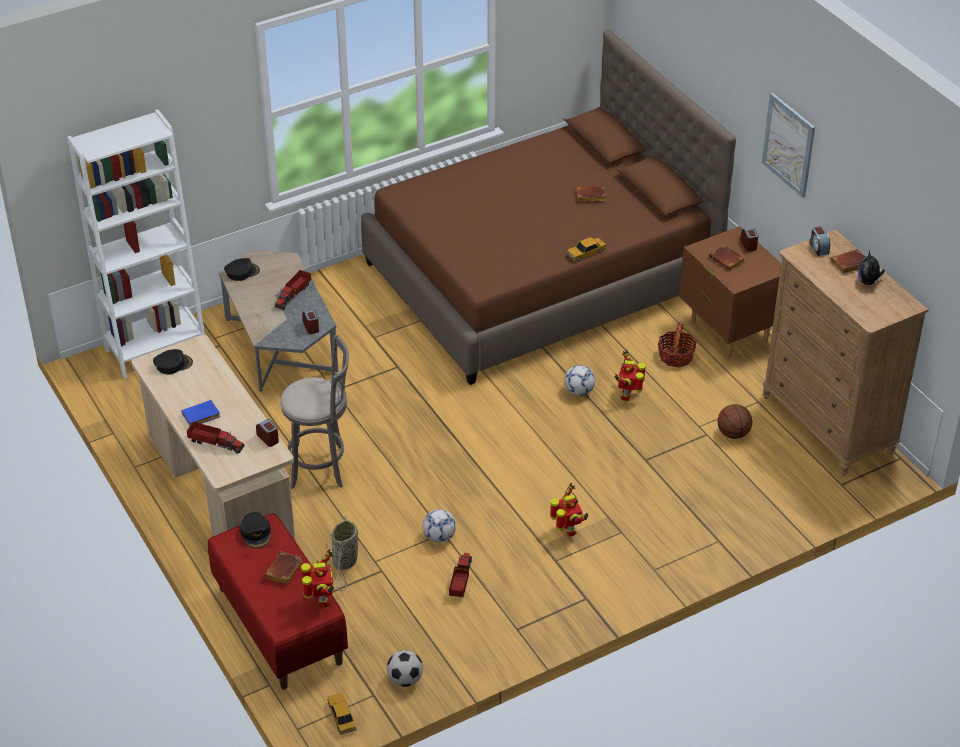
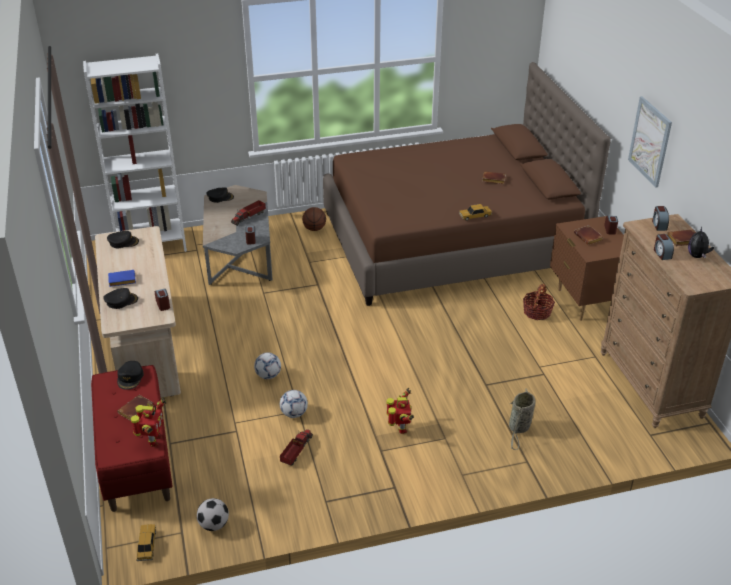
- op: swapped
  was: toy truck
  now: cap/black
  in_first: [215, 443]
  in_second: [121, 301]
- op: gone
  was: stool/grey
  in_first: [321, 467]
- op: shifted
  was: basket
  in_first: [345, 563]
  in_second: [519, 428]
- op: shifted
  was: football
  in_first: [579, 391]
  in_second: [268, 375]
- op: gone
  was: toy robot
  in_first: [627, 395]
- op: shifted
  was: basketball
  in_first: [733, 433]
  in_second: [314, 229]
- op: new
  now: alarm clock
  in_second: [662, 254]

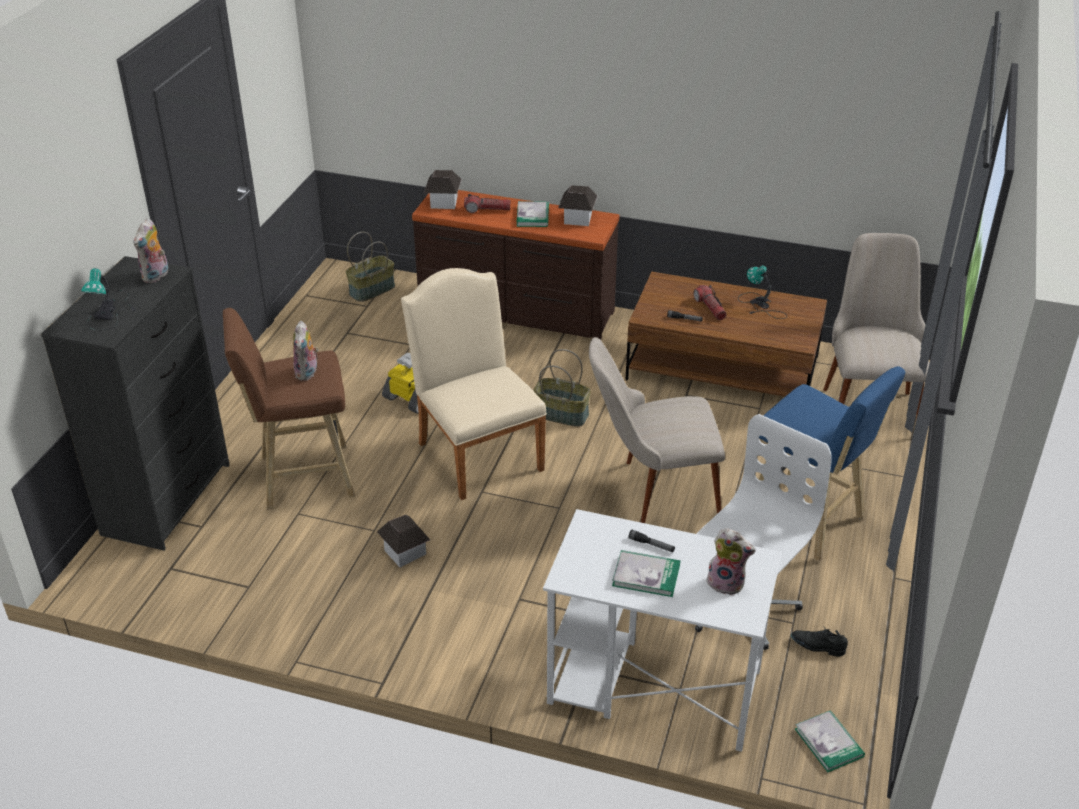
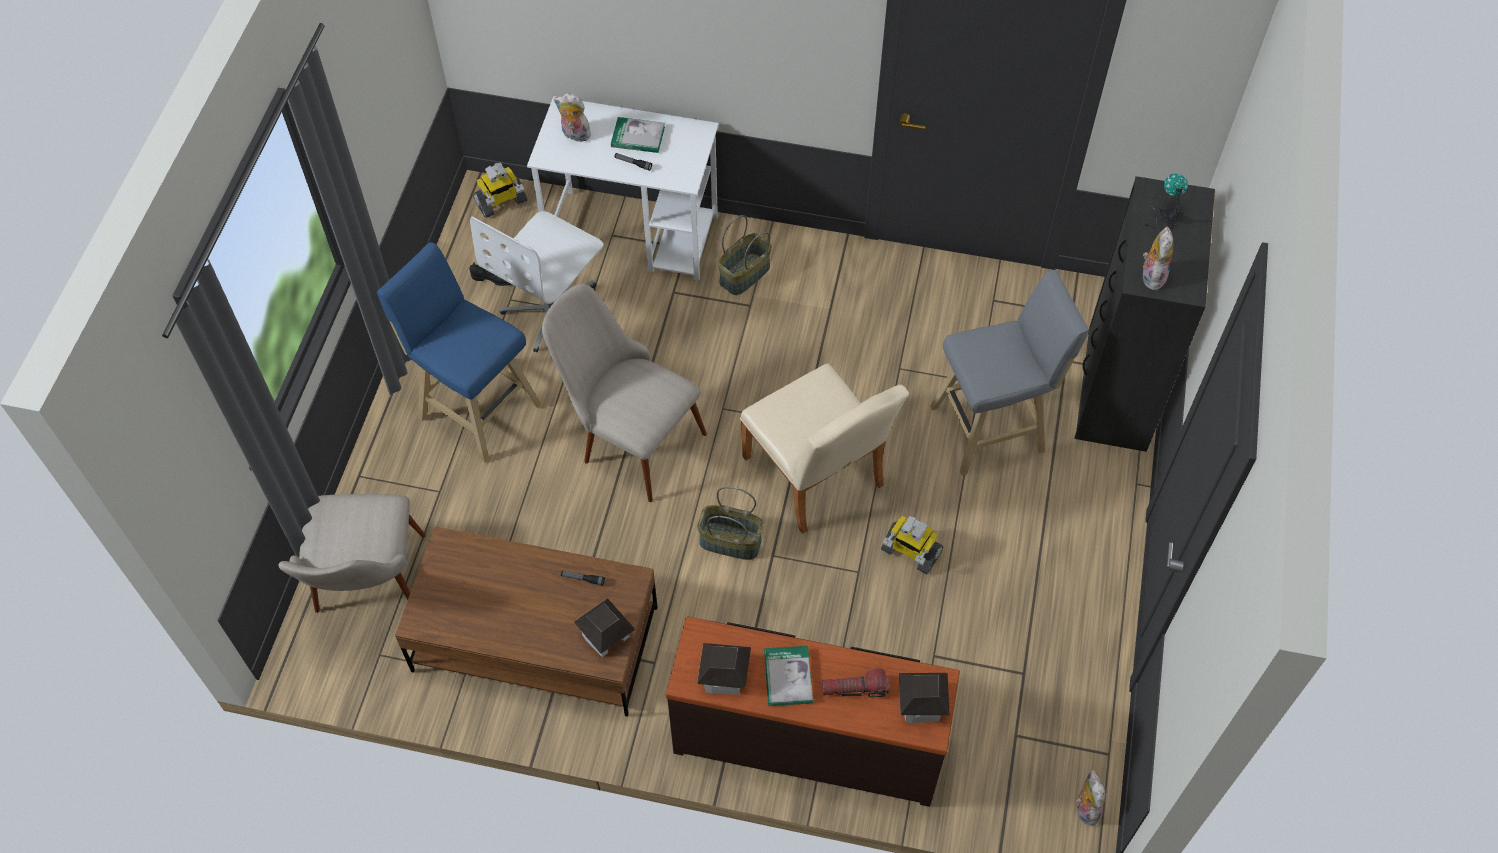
- op: repainted
  was: stool/brown
  now: stool/grey
  in_first: [301, 477]
  in_second: [993, 428]
- op: shifted
  was: plush toy
  in_first: [308, 373]
  in_second: [1085, 808]
- op: shifted
  was: basket
  in_first: [372, 290]
  in_second: [745, 275]
- op: shifted
  was: toy house
  in_first: [405, 552]
  in_second: [606, 636]
- op: rotated
  was: chair/beige
  in_first: [652, 490]
  in_second: [628, 437]
  clockwise: -135
- op: gone
  was: flashlight
  in_first: [710, 308]
- op: gone
  was: table lamp
  in_first: [760, 305]
- op: swapped
  was: book
  now: toy robot
  in_first: [829, 743]
  in_second: [501, 202]

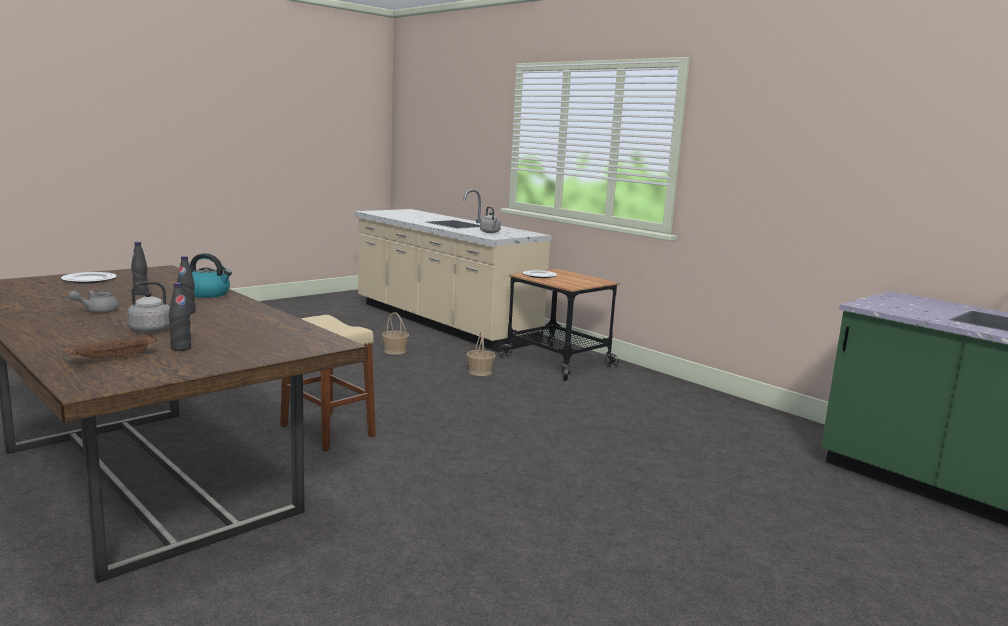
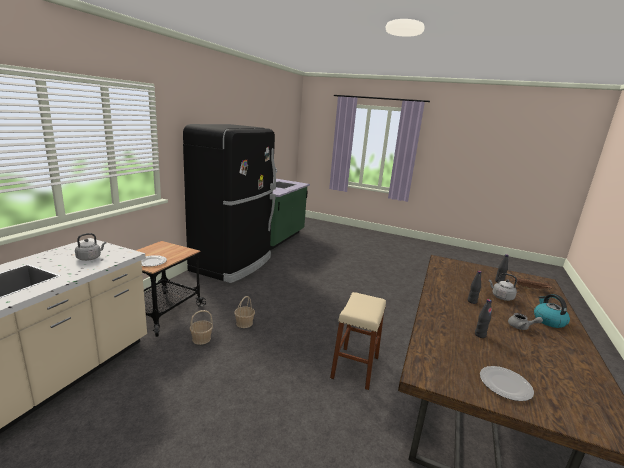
- op: shifted
  was: kettle
  in_first: [208, 294]
  in_second: [548, 320]
- op: shifted
  was: basket
  in_first: [395, 351]
  in_second: [244, 323]
- op: new
  now: fridge/black
  in_second: [233, 264]

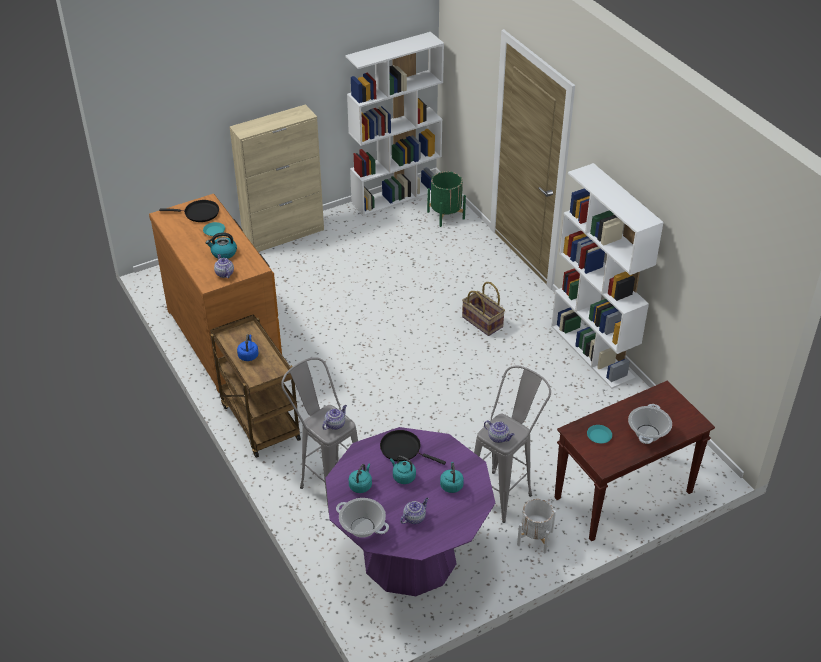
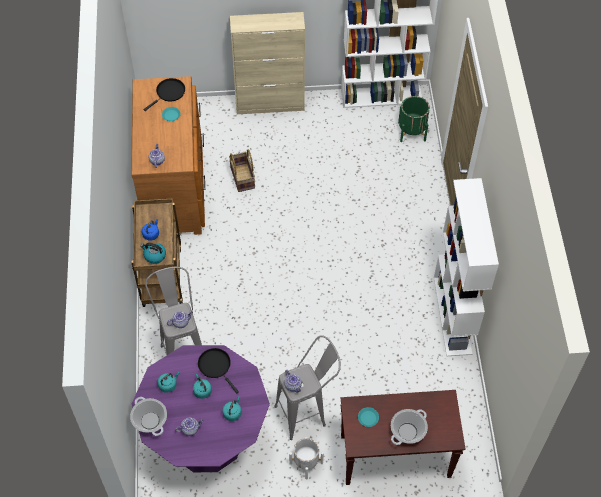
- op: rotated
  was: frying pan/black
  in_first: [199, 213]
  in_second: [169, 93]
  clockwise: -75
- op: shifted
  was: kettle
  in_first: [223, 253]
  in_second: [154, 256]
- op: shifted
  was: basket
  in_first: [483, 322]
  in_second: [243, 178]

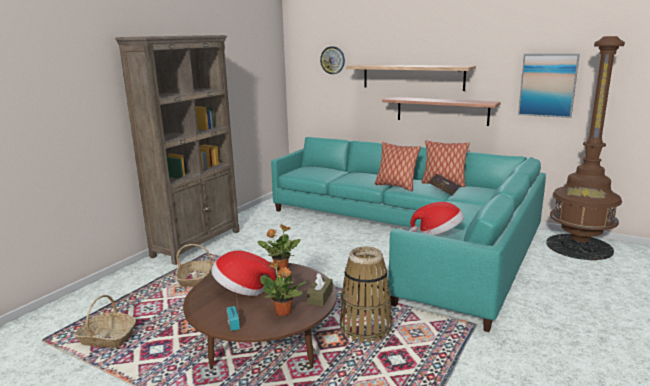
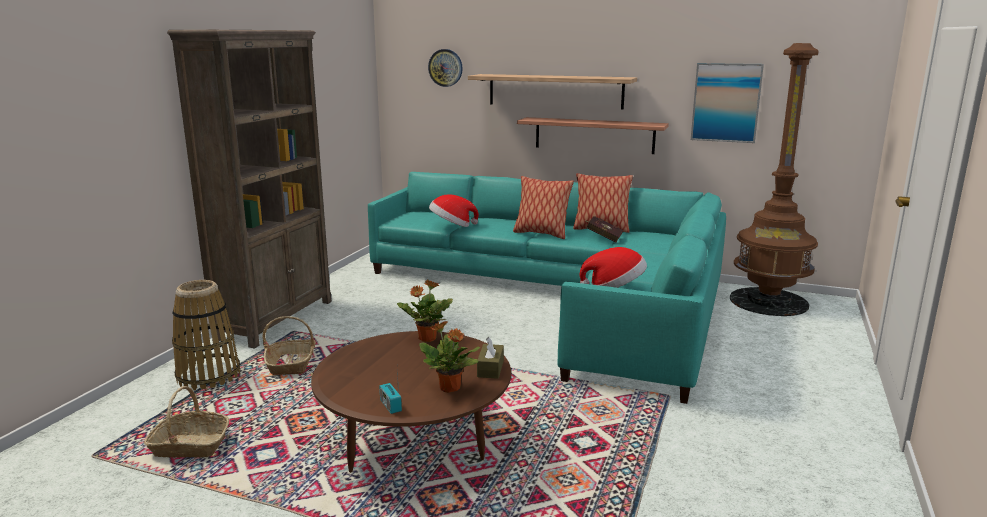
- op: shifted
  was: hat
  in_first: [242, 290]
  in_second: [452, 226]
- op: shifted
  was: basket
  in_first: [365, 327]
  in_second: [209, 375]

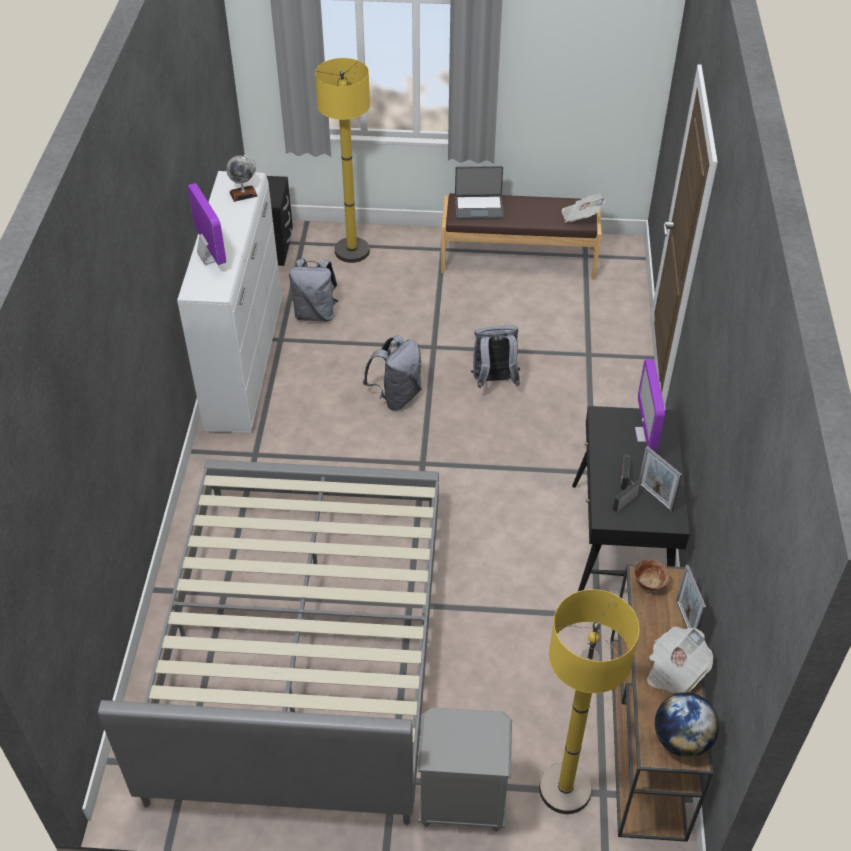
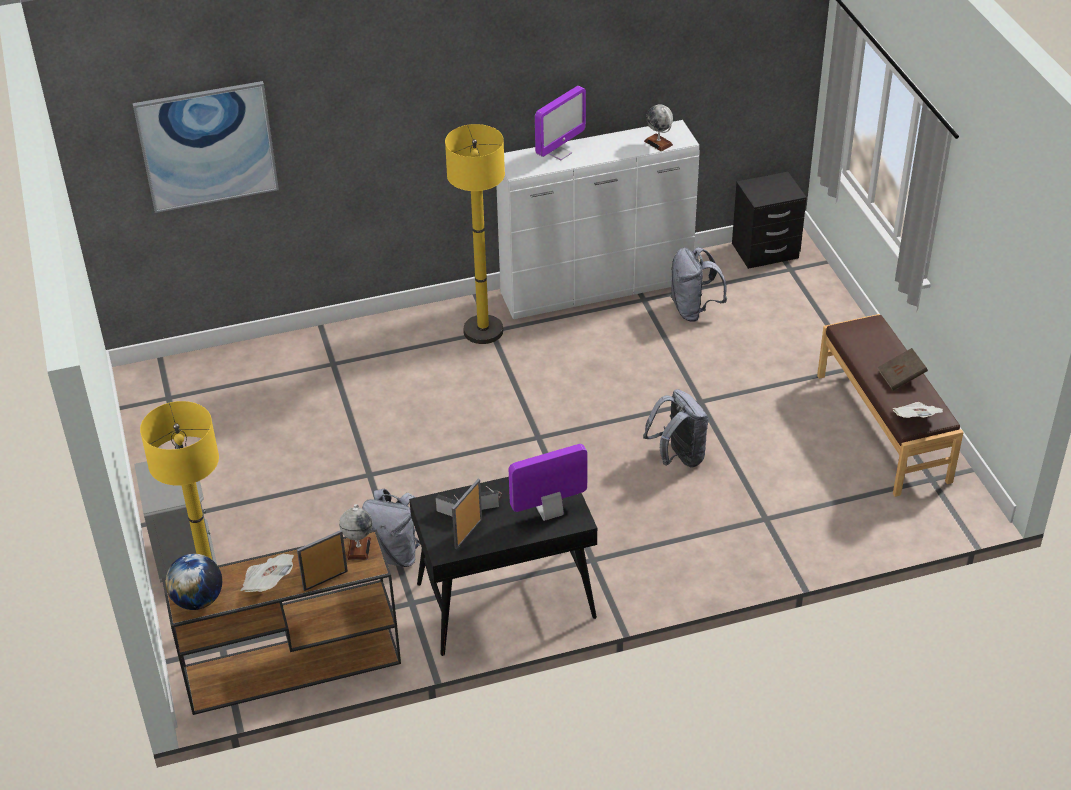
- op: gone
  was: bed/grey
  in_first: [301, 646]
- op: shifted
  was: floor lamp/yellow
  in_first: [352, 251]
  in_second: [483, 331]
- op: shifted
  was: backpack/grey
  in_first: [397, 396]
  in_second: [395, 554]
- op: gone
  was: laptop
  in_first: [479, 207]
- op: swapped
  was: bowl
  now: globe
  in_first: [649, 583]
  in_second: [359, 548]
- op: new
  now: picture
  in_second: [207, 146]
- op: new
  now: book/brown
  in_second: [901, 377]

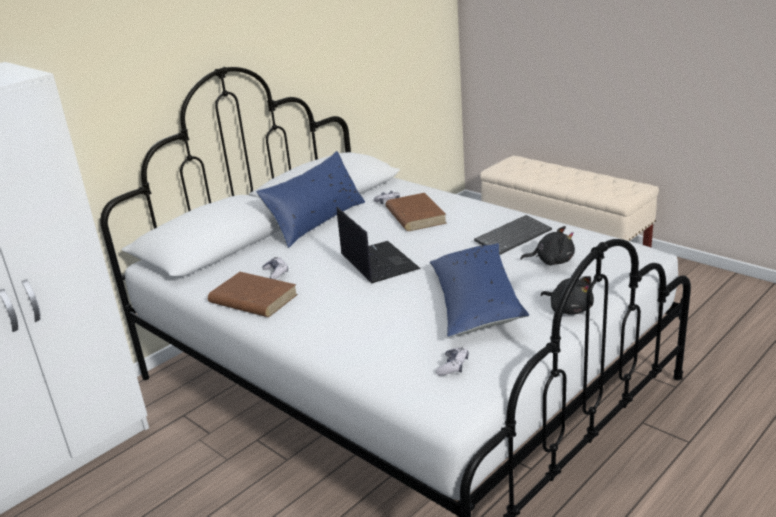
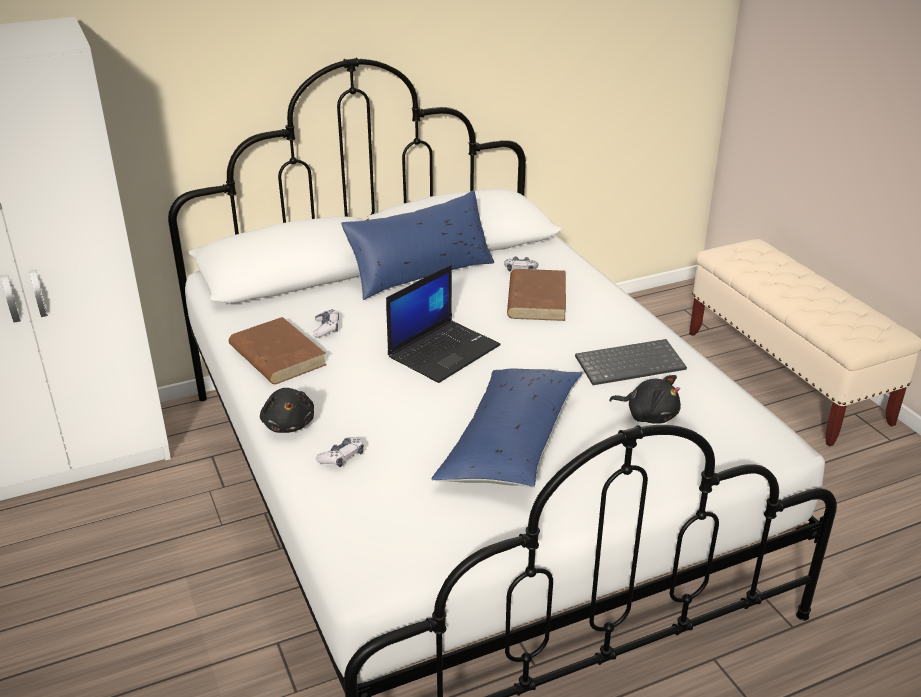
- op: rotated
  was: laptop
  in_first: [378, 262]
  in_second: [444, 351]
  clockwise: 45
- op: shifted
  was: game controller
  in_first: [453, 366]
  in_second: [342, 457]
- op: shifted
  was: plush toy/black
  in_first: [569, 309]
  in_second: [288, 424]

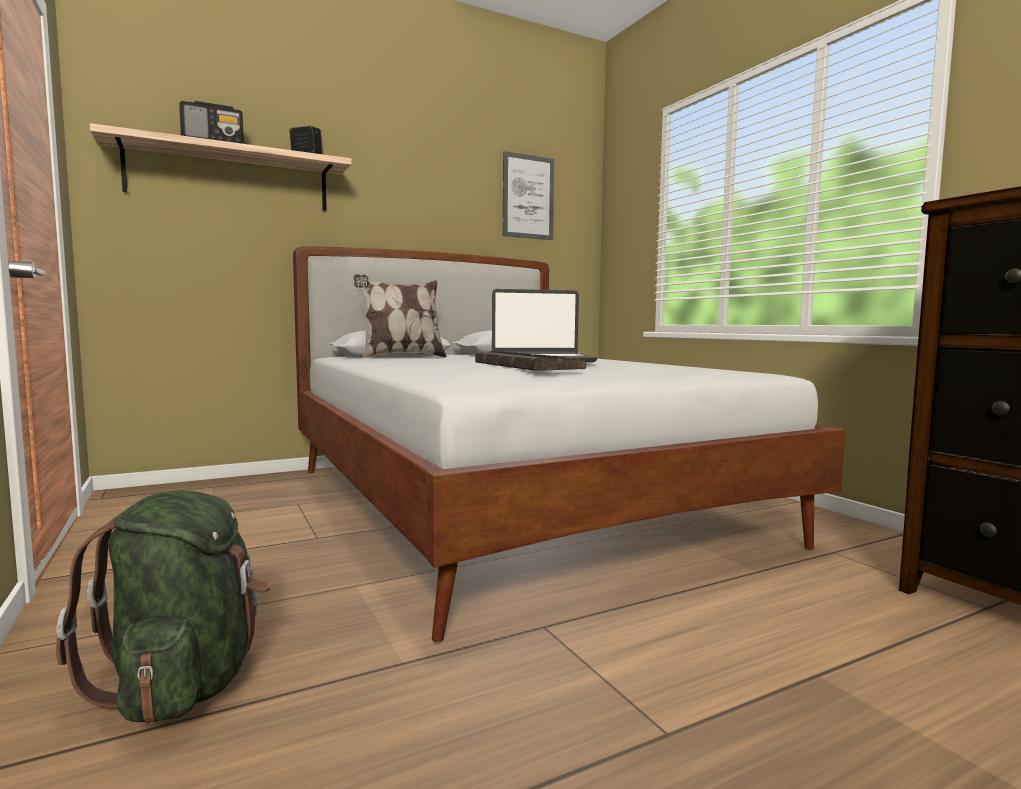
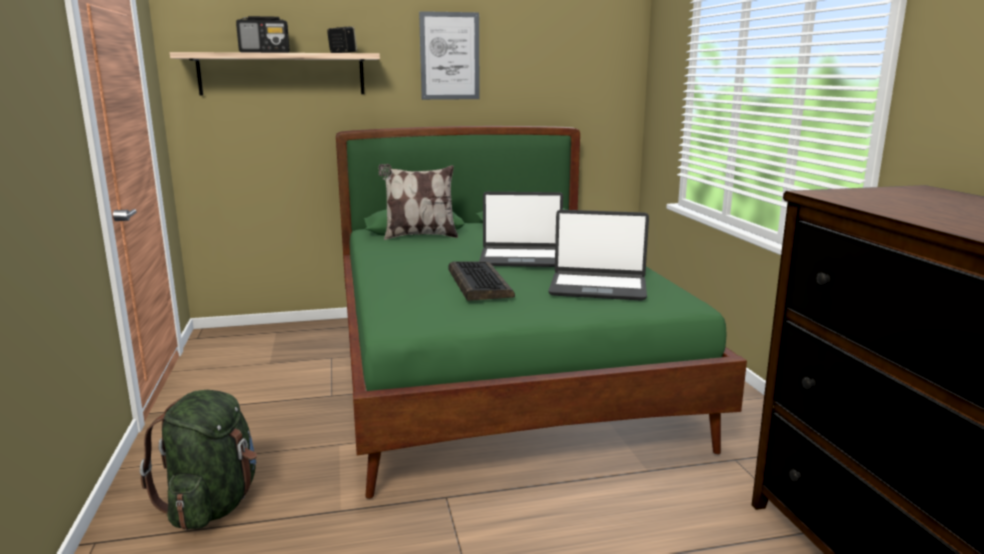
- op: repainted
  was: bed/white
  now: bed/green
  in_first: [512, 504]
  in_second: [498, 375]
- op: shifted
  was: picture
  in_first: [528, 197]
  in_second: [449, 56]
- op: new
  now: laptop
  in_second: [598, 287]

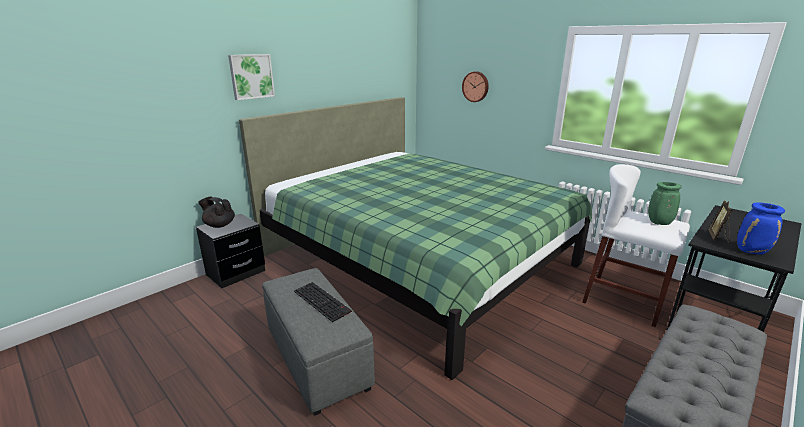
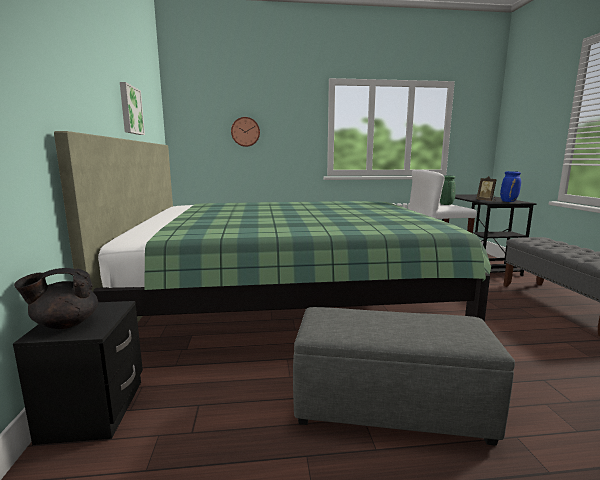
- op: shifted
  was: picture
  in_first: [251, 76]
  in_second: [130, 110]
- op: gone
  was: keyboard
  in_first: [323, 301]

